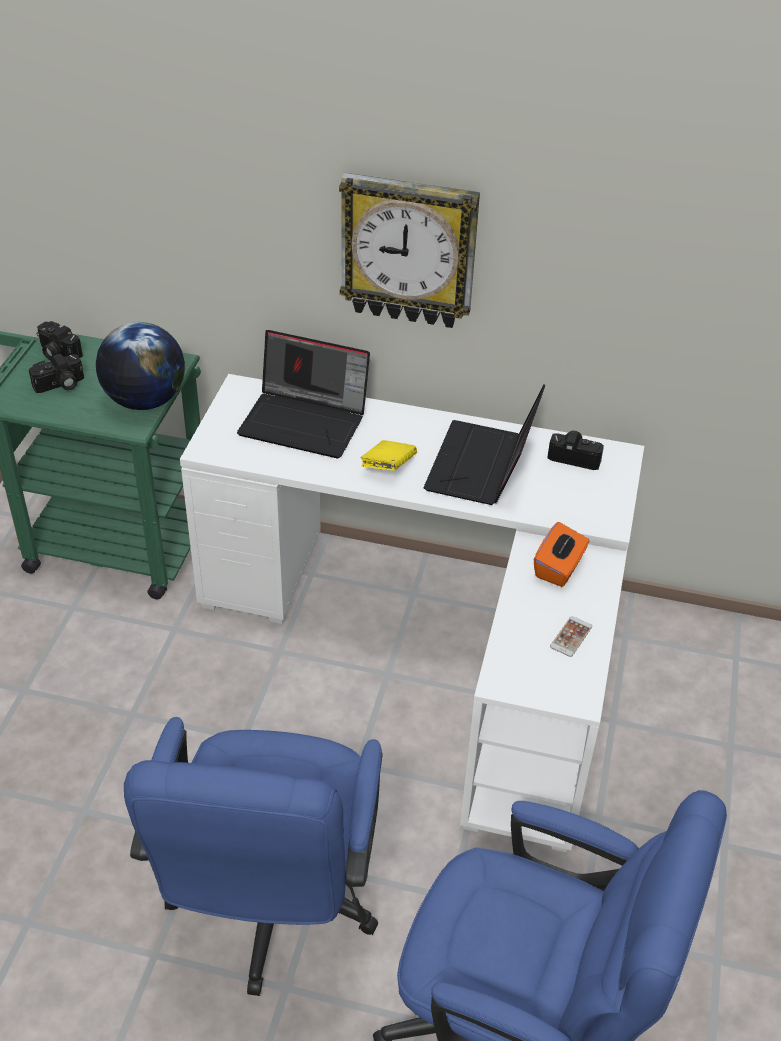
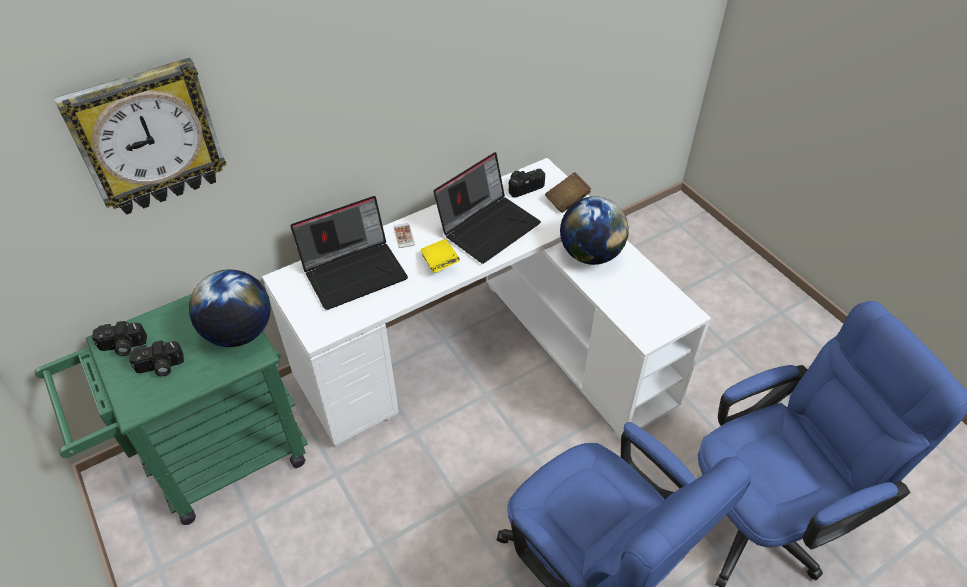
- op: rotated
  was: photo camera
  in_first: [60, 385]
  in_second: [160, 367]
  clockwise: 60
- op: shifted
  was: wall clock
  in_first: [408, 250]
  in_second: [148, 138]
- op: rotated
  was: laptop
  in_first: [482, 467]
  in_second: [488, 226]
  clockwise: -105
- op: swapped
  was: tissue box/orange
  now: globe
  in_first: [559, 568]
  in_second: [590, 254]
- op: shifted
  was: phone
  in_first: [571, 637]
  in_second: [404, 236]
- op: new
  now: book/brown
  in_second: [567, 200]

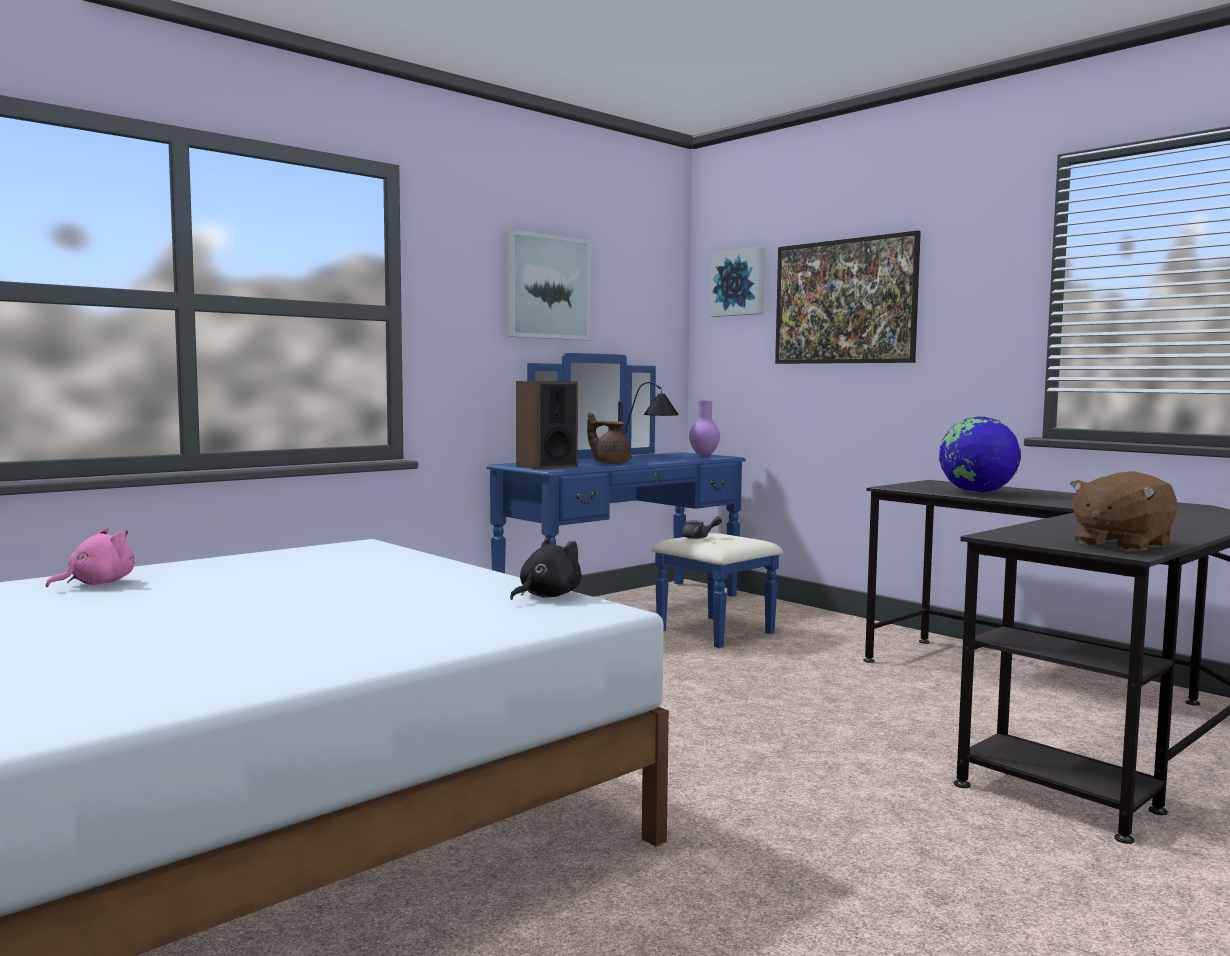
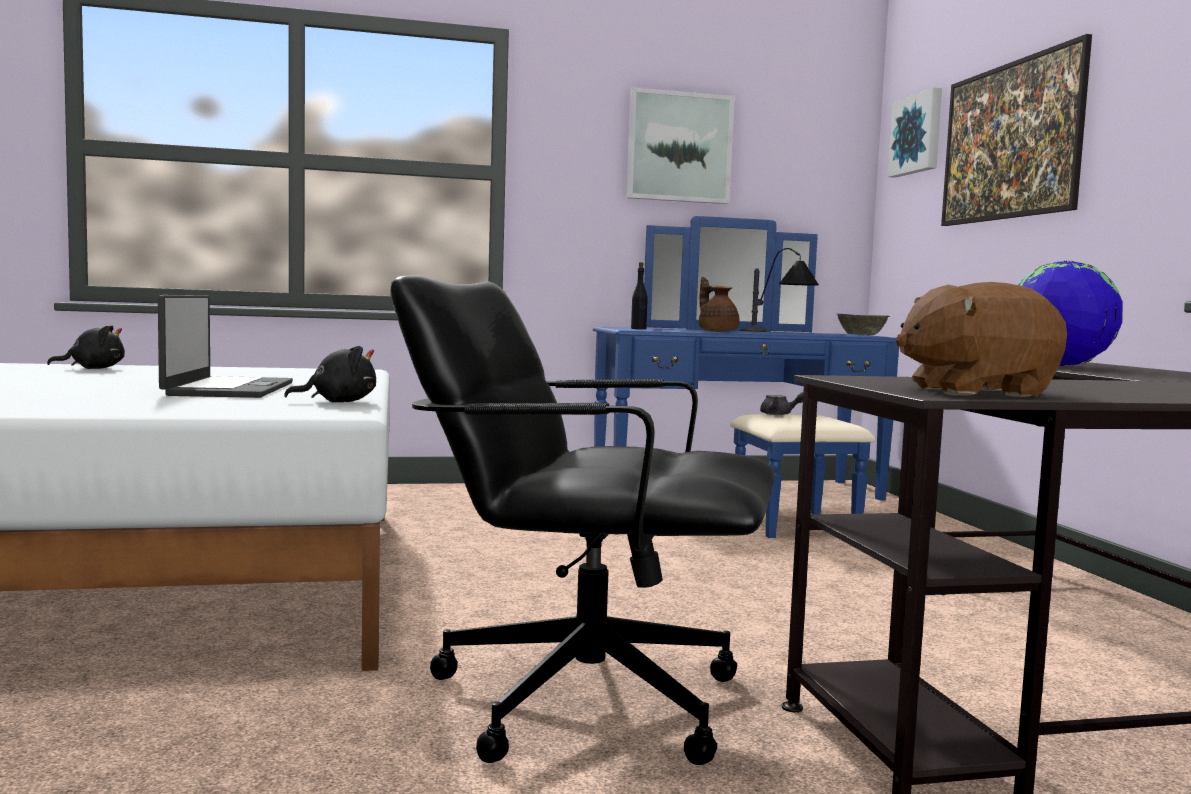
- op: repainted
  was: plush toy/pink
  now: plush toy/black
  in_first: [97, 583]
  in_second: [93, 368]
- op: swapped
  was: speaker
  now: bottle/black
  in_first: [546, 466]
  in_second: [638, 329]
- op: swapped
  was: vase/purple
  now: bowl/grey
  in_first: [704, 455]
  in_second: [862, 335]
- op: new
  now: laptop
  in_second: [228, 389]
- op: new
  now: office chair/black
  in_second: [584, 697]

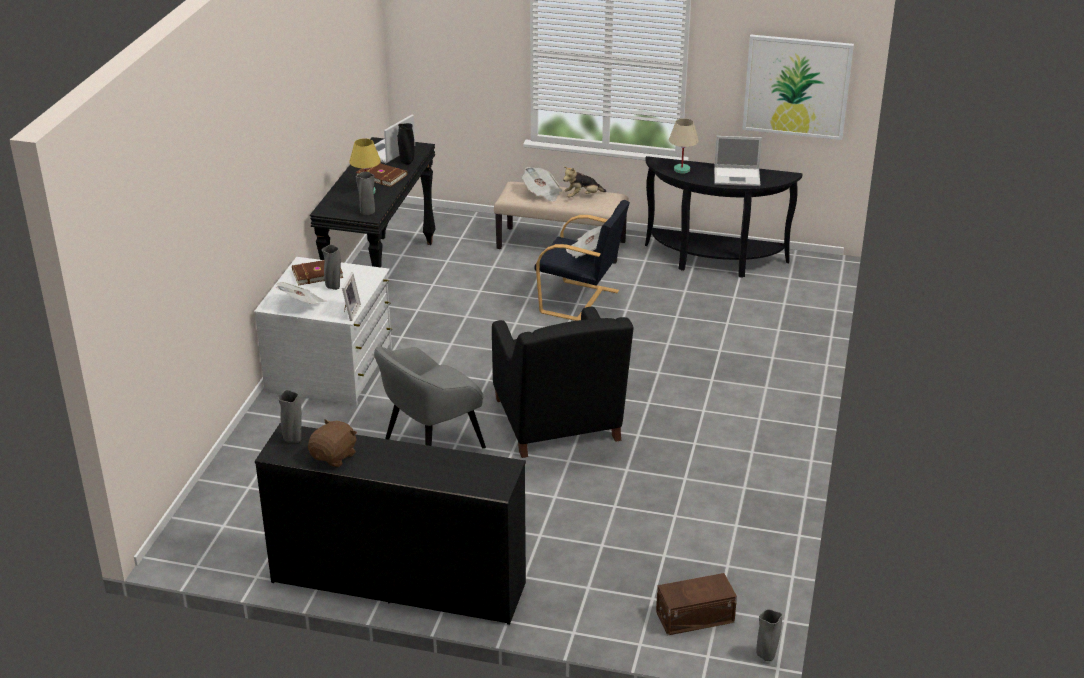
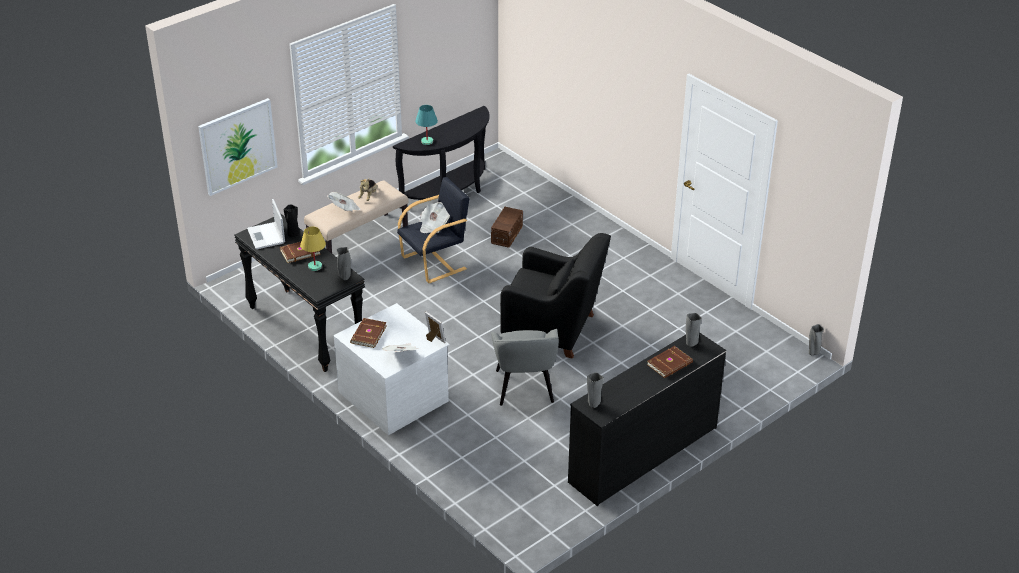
- op: gone
  was: plush toy/brown
  in_first: [334, 456]
- op: shifted
  was: vase/grey
  in_first: [333, 287]
  in_second: [691, 344]
- op: shifted
  was: storage box/brown
  in_first: [693, 616]
  in_second: [506, 235]
- op: repainted
  was: table lamp/beige
  now: table lamp/turquoise
  in_first: [682, 169]
  in_second: [427, 141]
- op: gone
  was: laptop
  in_first: [738, 177]
- op: shifted
  was: picture
  in_first: [797, 86]
  in_second: [238, 146]
- op: new
  now: book/brown
  in_second: [670, 364]

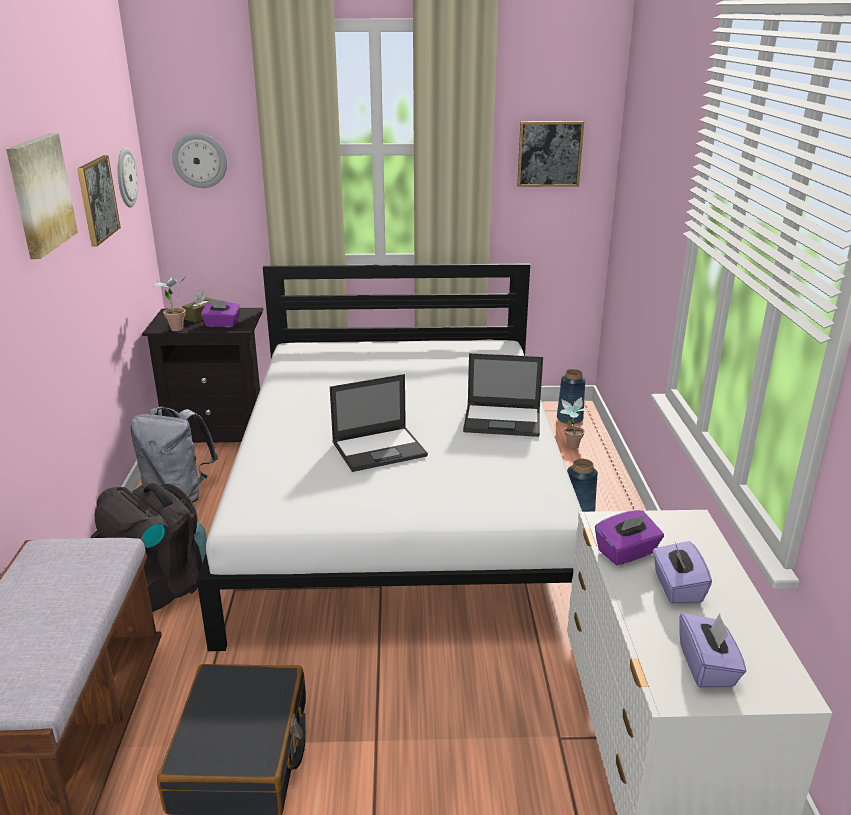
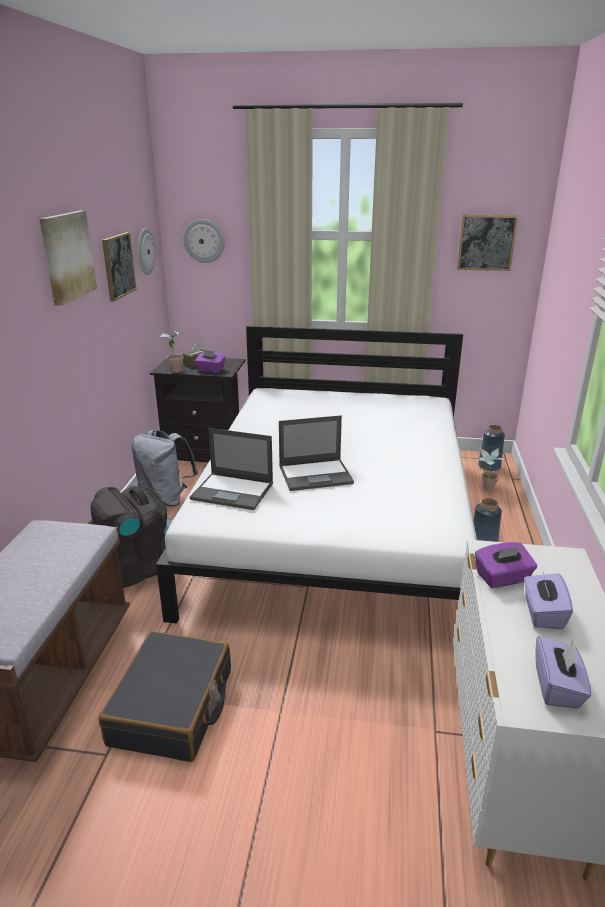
- op: shifted
  was: laptop
  in_first: [503, 420]
  in_second: [233, 491]

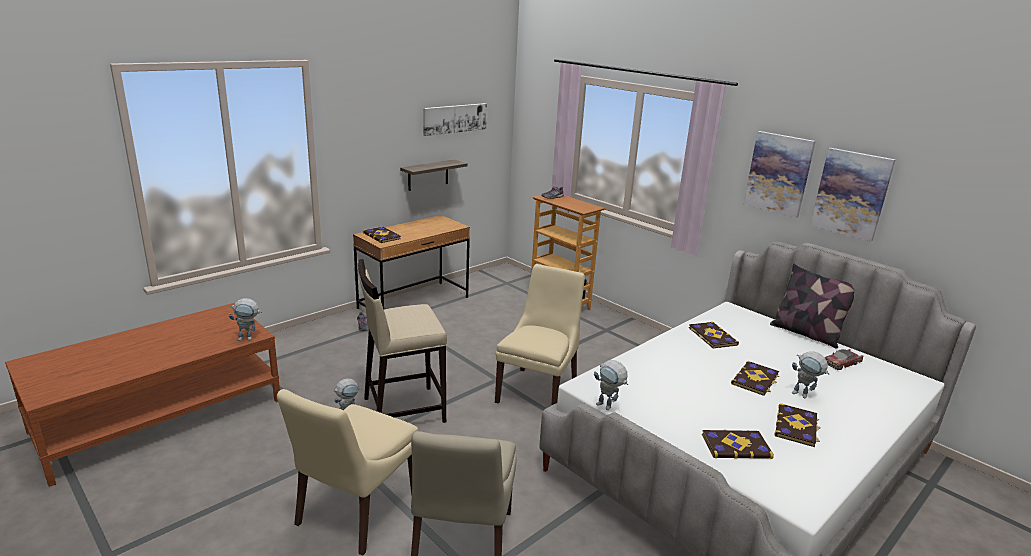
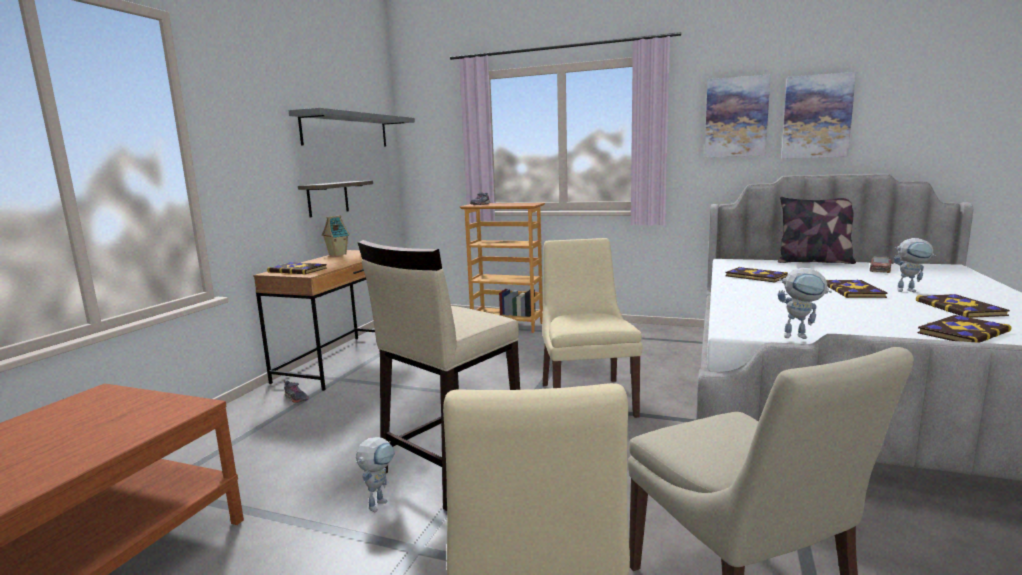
- op: gone
  was: toy robot
  in_first: [249, 338]
- op: swapped
  was: picture
  now: shelf/grey
  in_first: [454, 118]
  in_second: [346, 130]
- op: new
  now: toy house
  in_second: [337, 254]

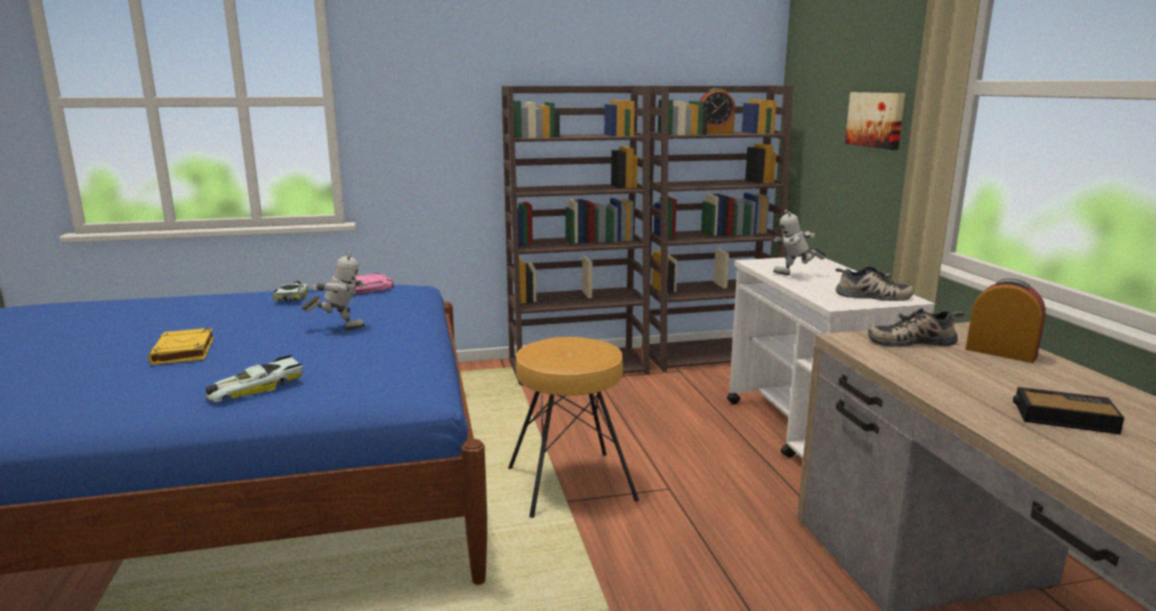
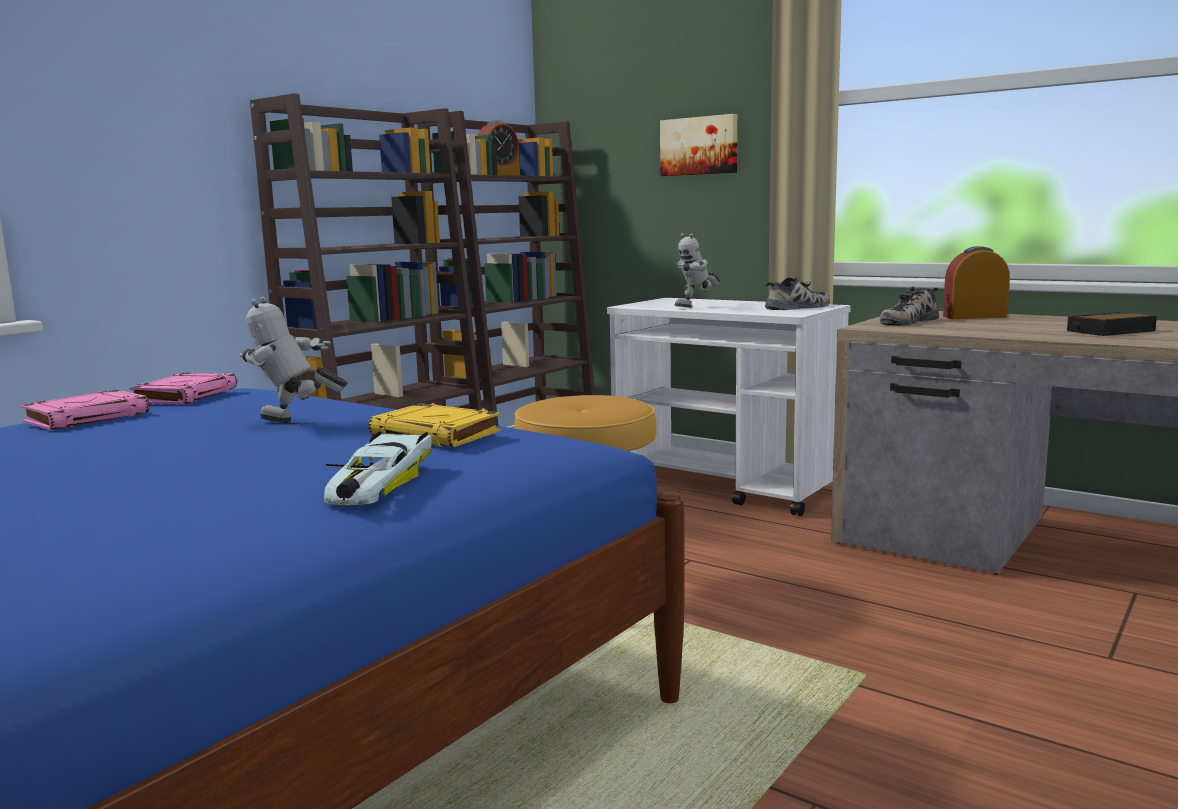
- op: shifted
  was: book/yellow
  in_first: [183, 351]
  in_second: [437, 434]
- op: swapped
  was: toy car
  now: book/pink
  in_first: [294, 296]
  in_second: [88, 417]
- op: rotated
  was: toy robot
  in_first: [340, 328]
  in_second: [294, 423]
  clockwise: -120

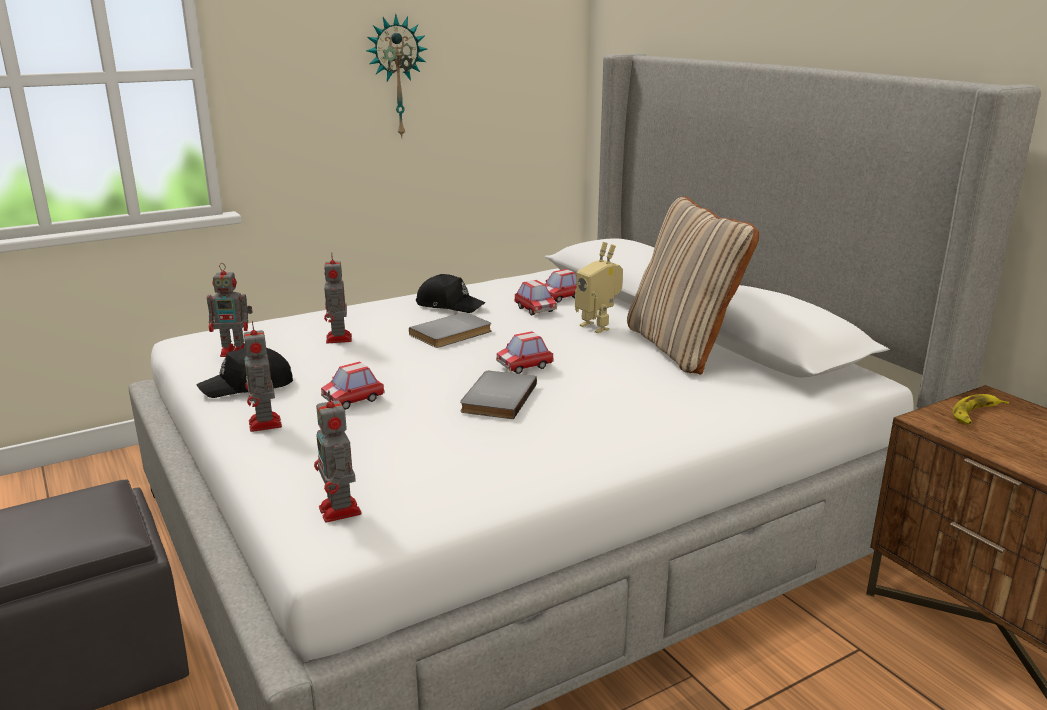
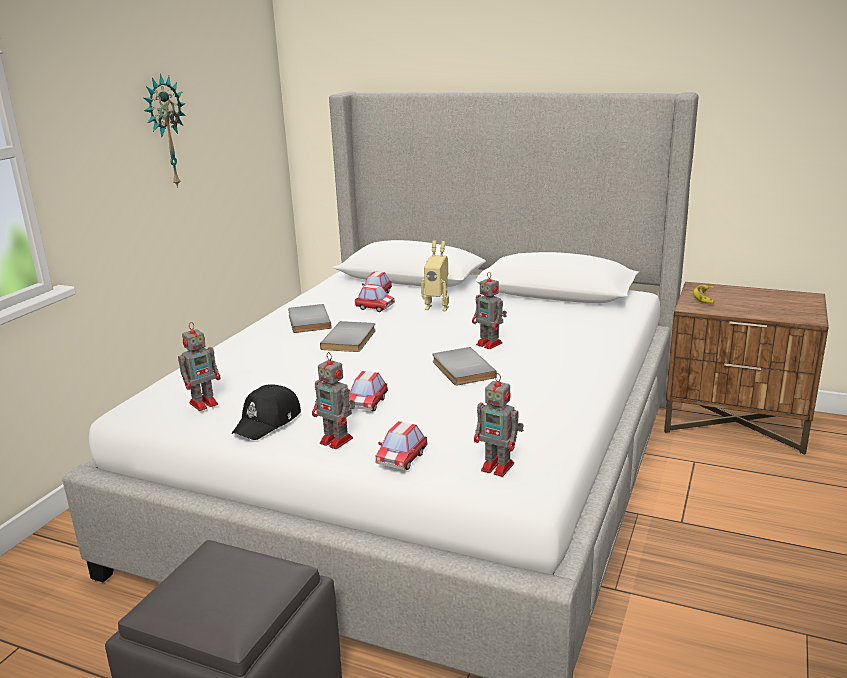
- op: shifted
  was: toy robot
  in_first: [339, 339]
  in_second: [490, 344]
- op: swapped
  was: cap/black
  now: book/grey
  in_first: [449, 305]
  in_second: [307, 321]
- op: shifted
  was: toy car
  in_first: [524, 366]
  in_second: [402, 459]
- op: gone
  was: pillow/beige
  in_first: [682, 347]

